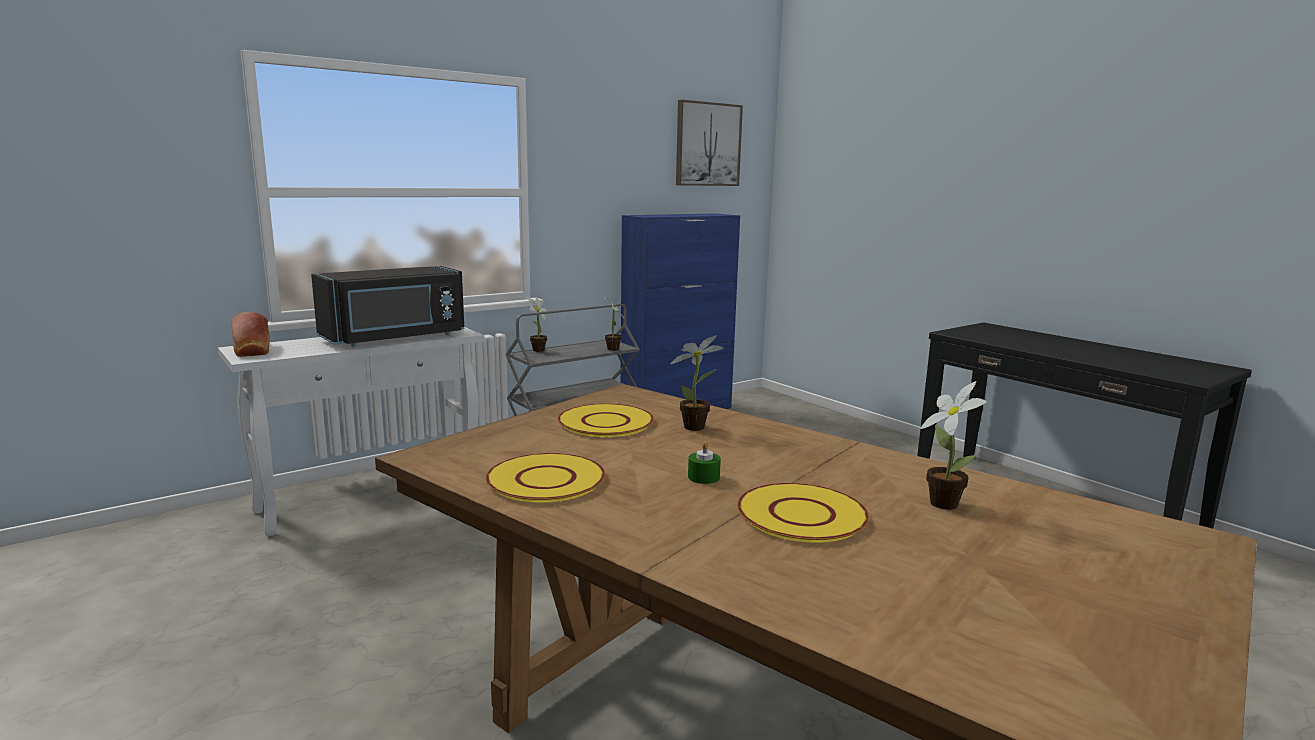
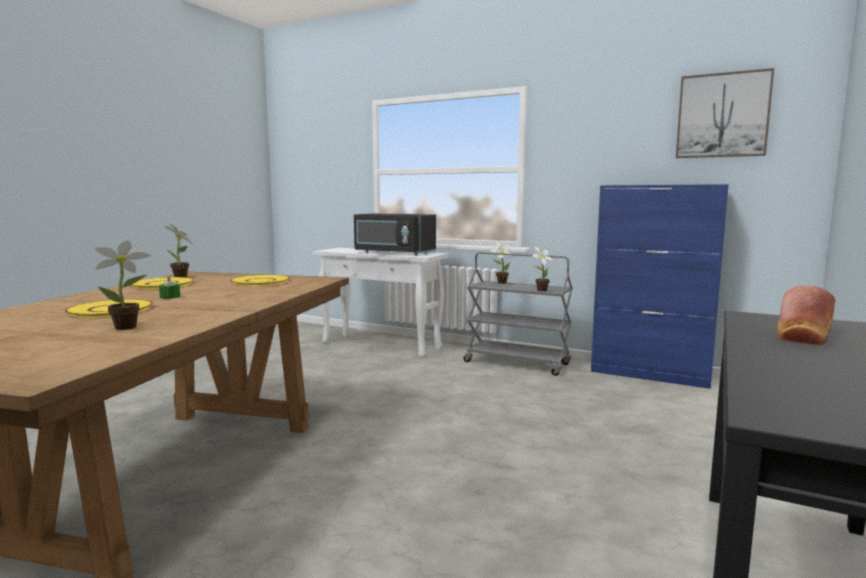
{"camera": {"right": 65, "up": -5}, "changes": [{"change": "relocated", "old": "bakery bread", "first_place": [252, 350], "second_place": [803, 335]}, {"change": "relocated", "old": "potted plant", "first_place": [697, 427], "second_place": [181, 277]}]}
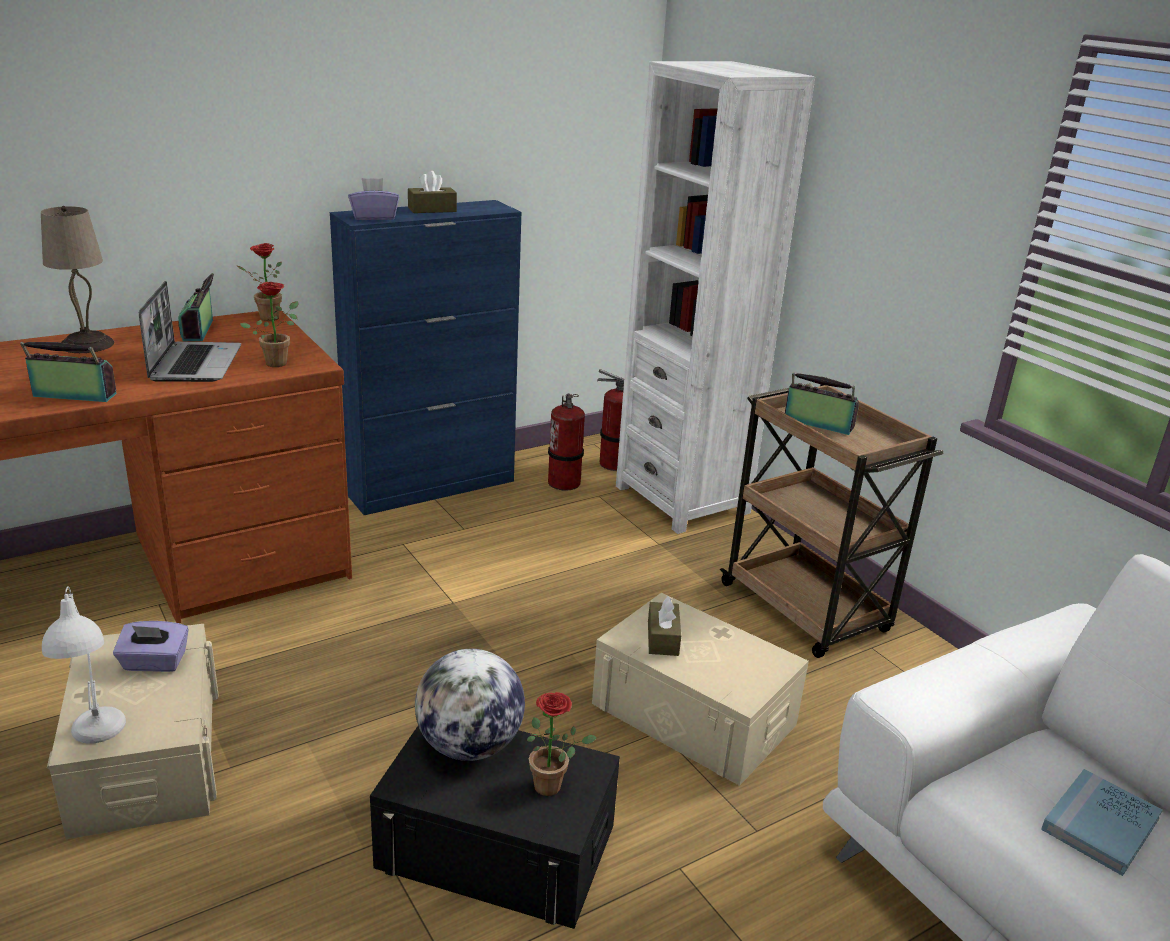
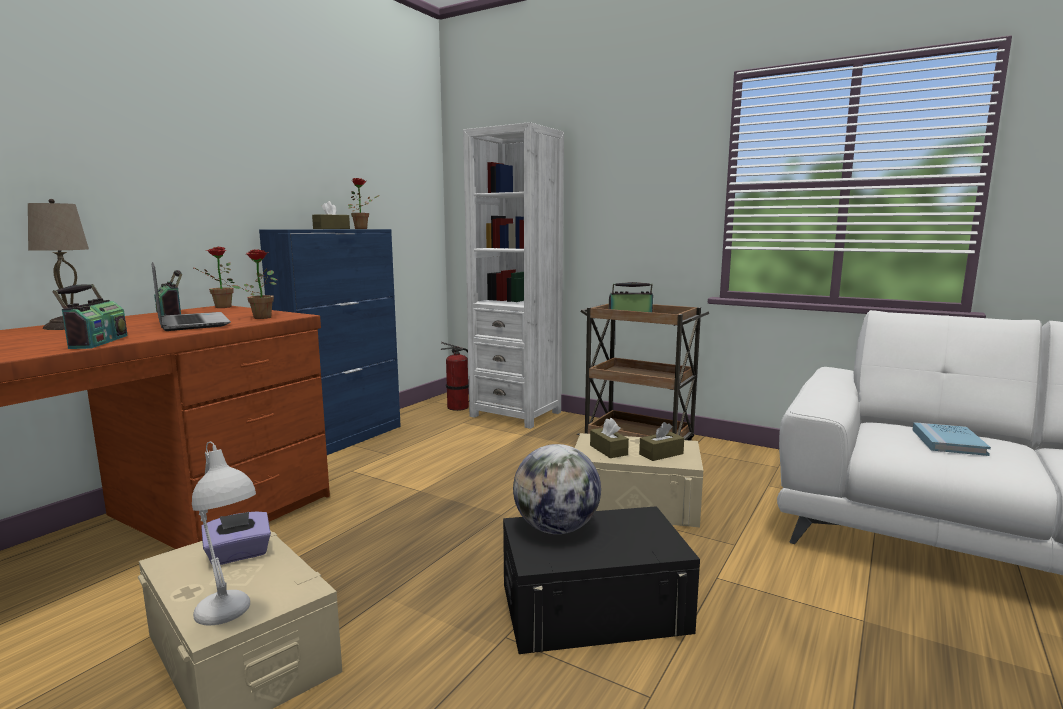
{"camera": {"right": -25, "up": -15}, "changes": [{"change": "missing", "old": "tissue box in purplish", "first_place": [373, 217]}, {"change": "spun", "old": "radio receiver", "first_place": [73, 396], "second_place": [97, 342], "degrees": 105}, {"change": "missing", "old": "fire-fighting cylinder", "first_place": [564, 482]}, {"change": "relocated", "old": "potted plant", "first_place": [553, 786], "second_place": [363, 228]}, {"change": "appeared", "new": "tissue box in brown-coloured", "second_place": [661, 454]}]}
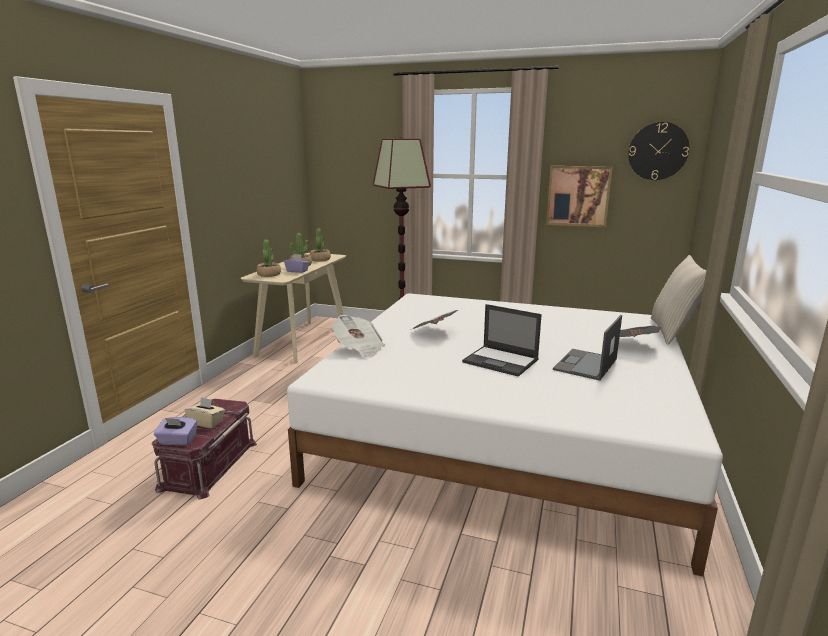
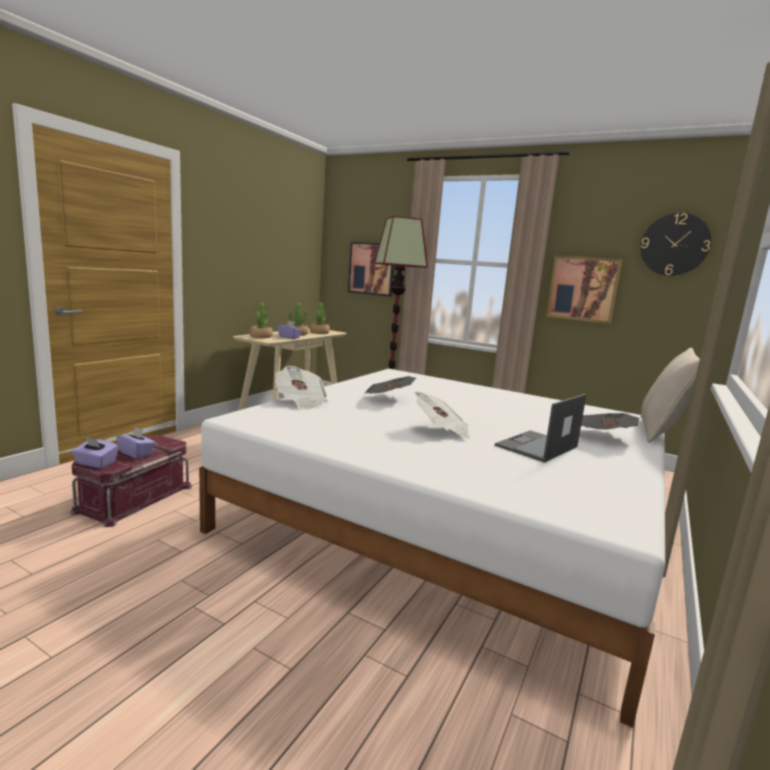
{"camera": {"right": 10, "up": -5}, "changes": [{"change": "exchanged", "old": "laptop", "new": "newspaper", "first_place": [501, 361], "second_place": [442, 430]}, {"change": "colour", "old": "tissue box in beige", "new": "tissue box in purplish", "first_place": [207, 423], "second_place": [136, 453]}, {"change": "appeared", "new": "wall art", "second_place": [372, 268]}]}
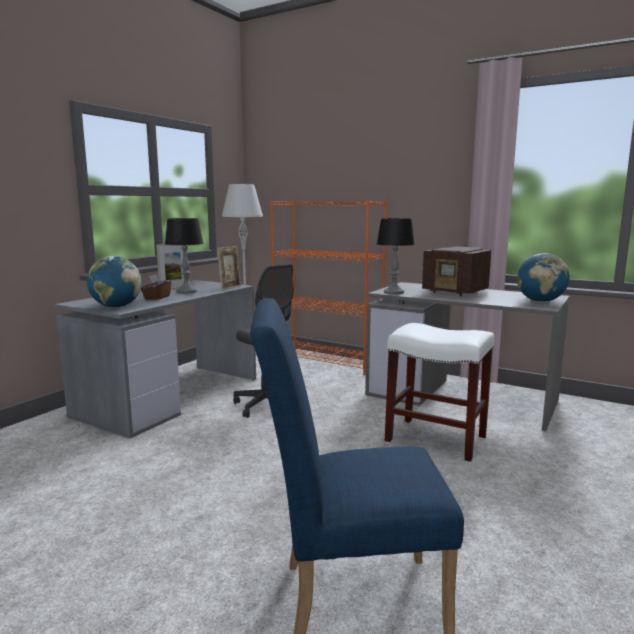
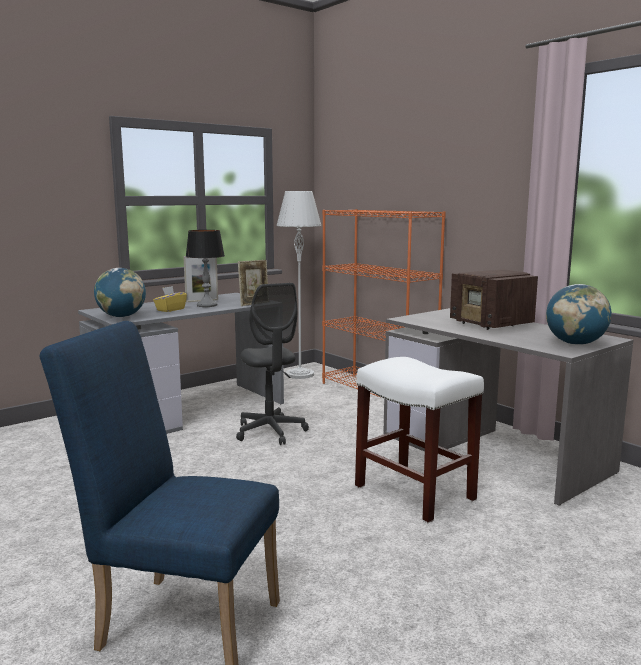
{"camera": {"right": 20, "up": 0}, "changes": [{"change": "missing", "old": "lamp for a table", "first_place": [394, 292]}, {"change": "colour", "old": "tissue box in brown-coloured", "new": "tissue box in yellowish", "first_place": [157, 297], "second_place": [170, 309]}]}
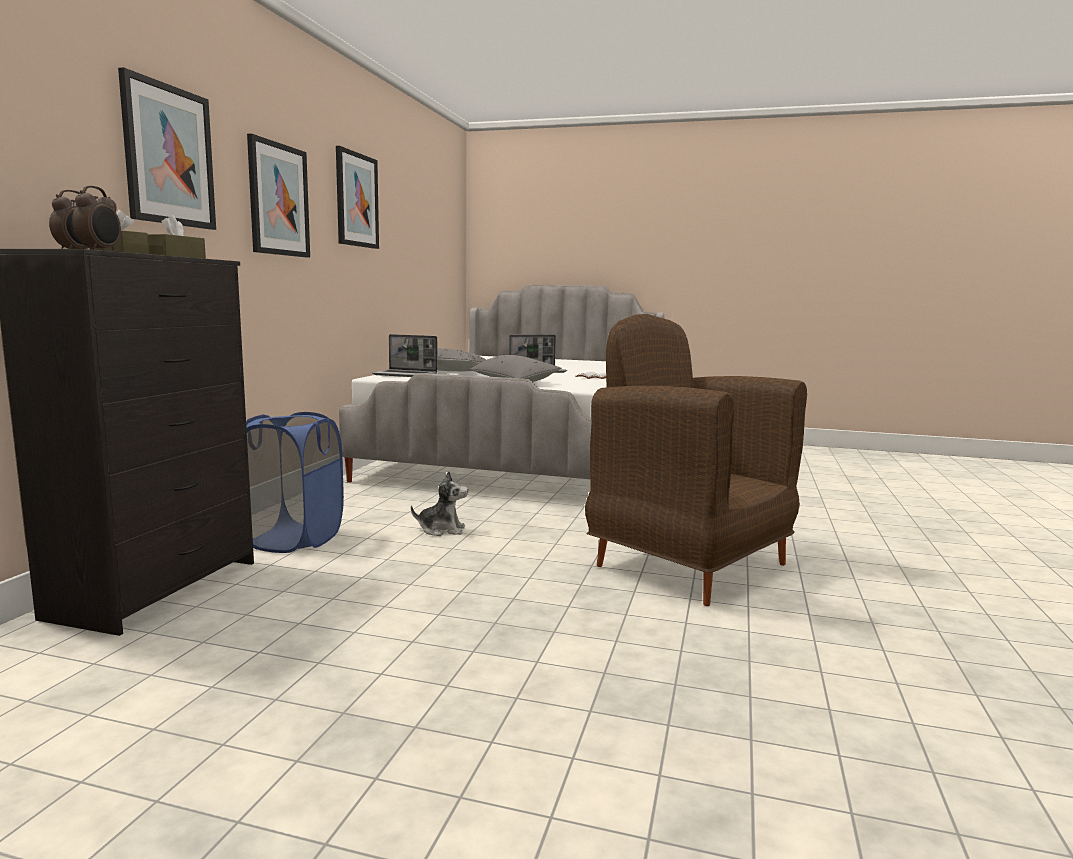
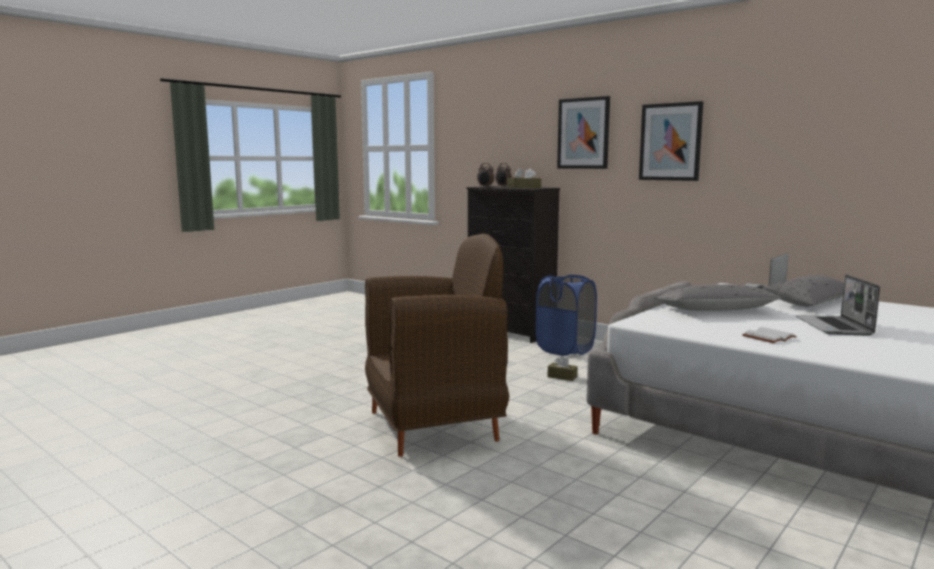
{"camera": {"right": 115, "up": 0}, "changes": [{"change": "missing", "old": "wall art", "first_place": [356, 200]}, {"change": "exchanged", "old": "soft toy", "new": "tissue box in brown-coloured", "first_place": [442, 530], "second_place": [562, 377]}]}
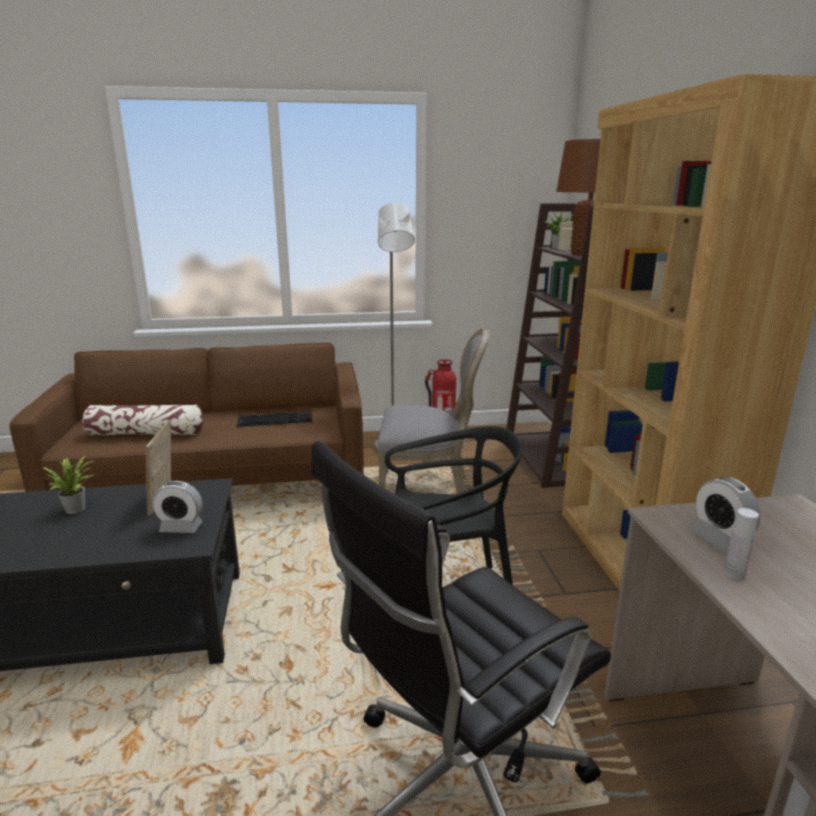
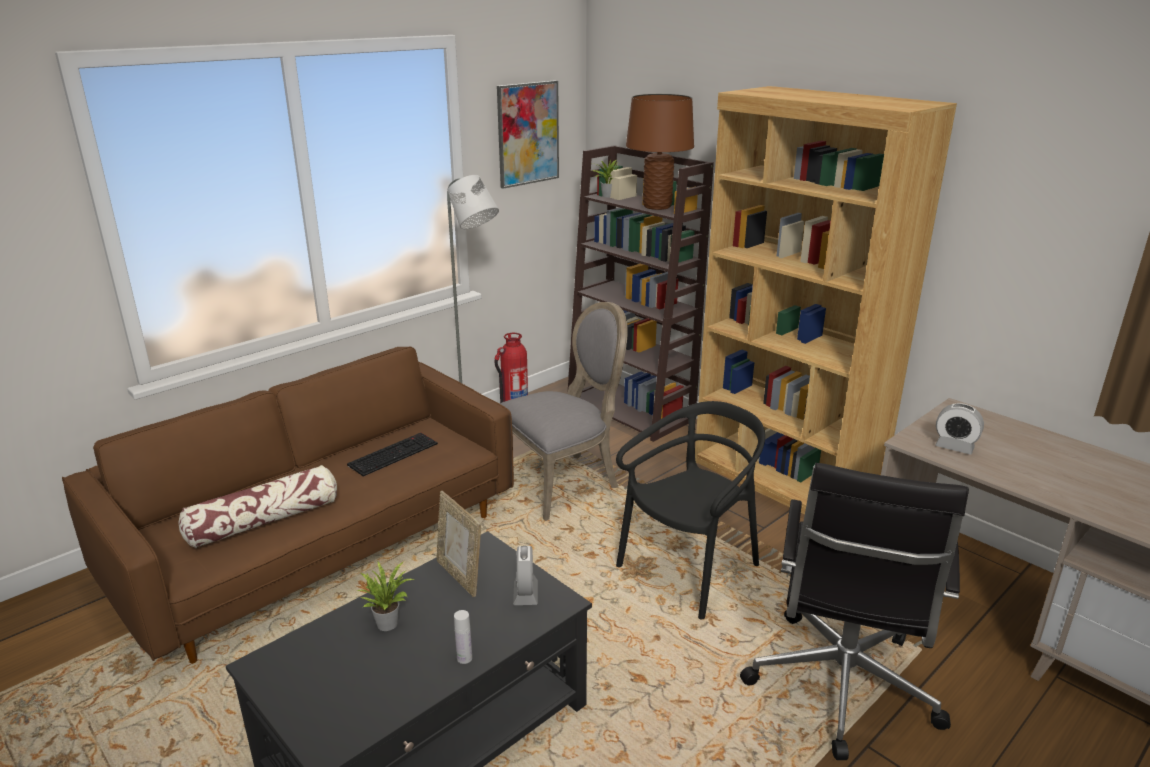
{"camera": {"right": -35, "up": 5}, "changes": [{"change": "spun", "old": "alarm clock", "first_place": [181, 528], "second_place": [525, 593], "degrees": 120}, {"change": "relocated", "old": "drink bottle in whitish", "first_place": [734, 573], "second_place": [464, 658]}, {"change": "appeared", "new": "wall art", "second_place": [528, 134]}]}
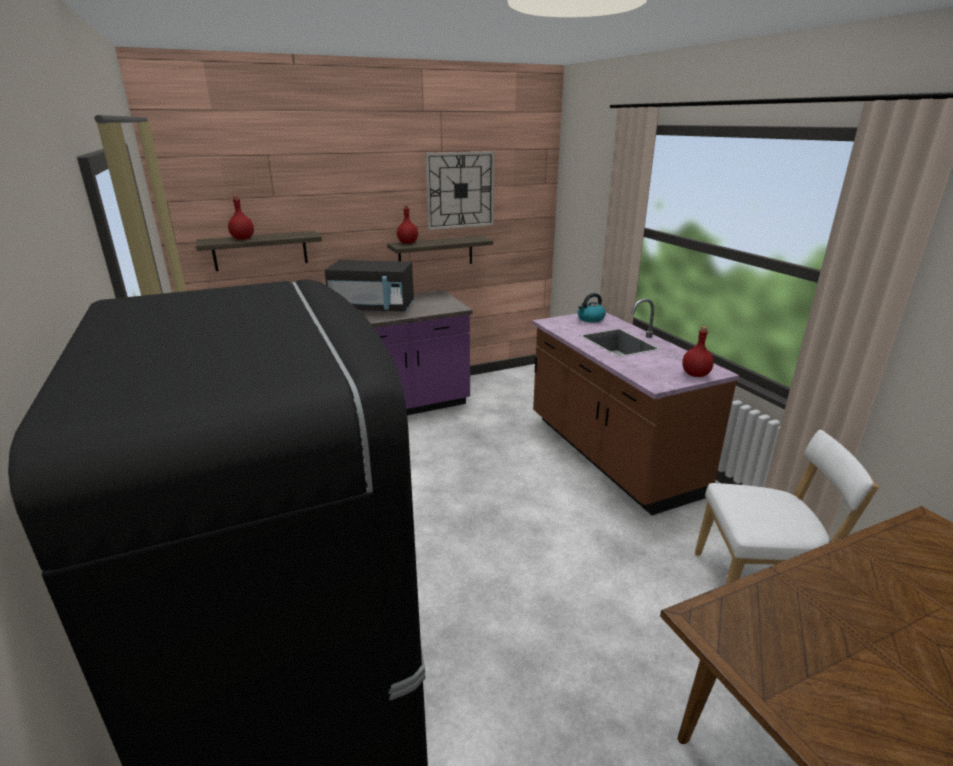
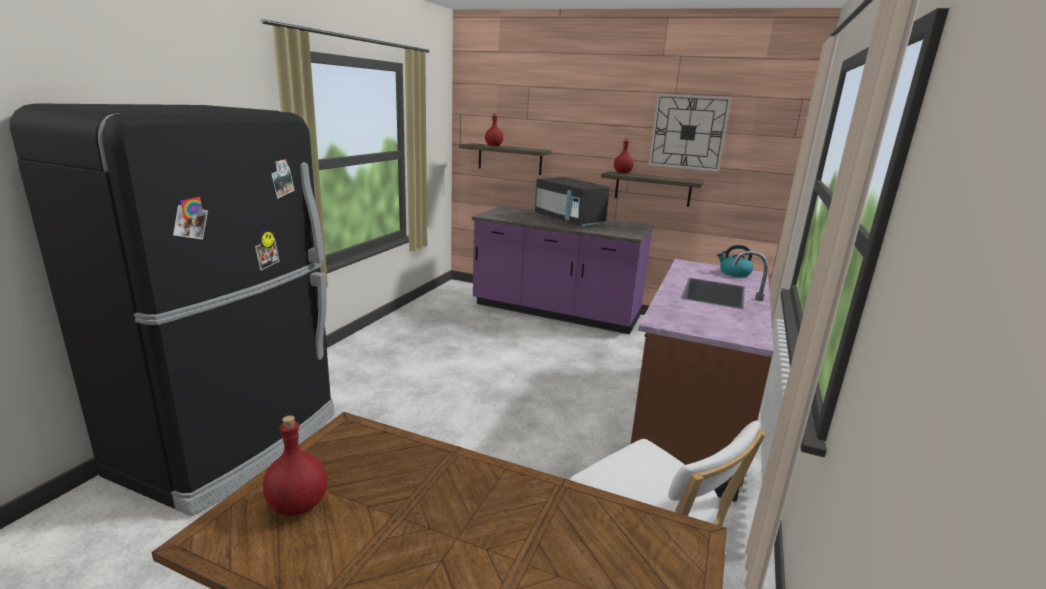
{"camera": {"right": 45, "up": -5}, "changes": [{"change": "relocated", "old": "drink bottle in red-coloured", "first_place": [696, 375], "second_place": [298, 506]}]}
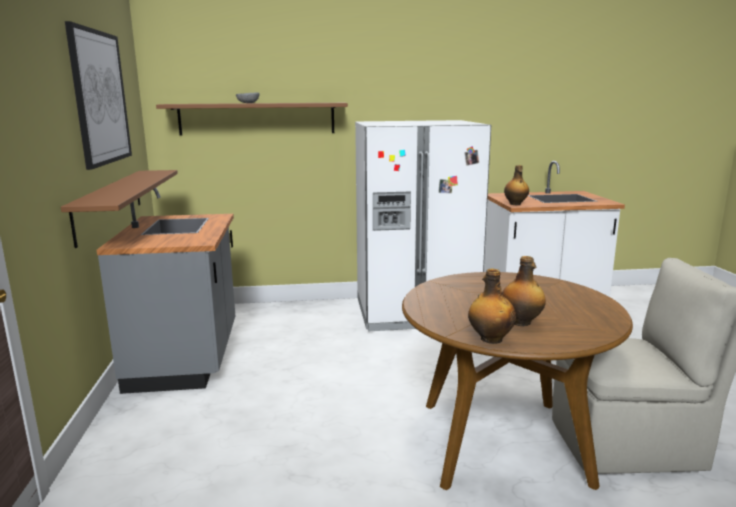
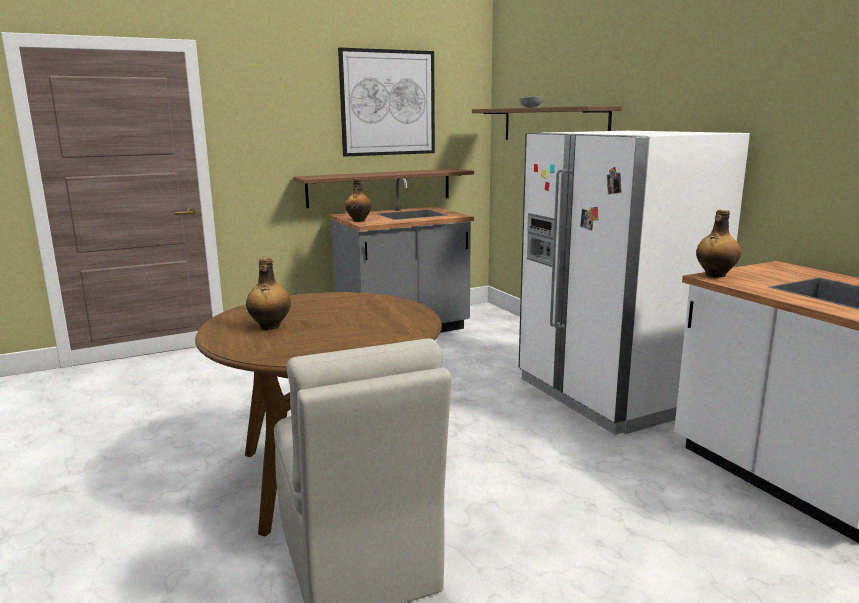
{"camera": {"right": 70, "up": 0}, "changes": [{"change": "relocated", "old": "drink bottle", "first_place": [490, 339], "second_place": [359, 220]}]}
